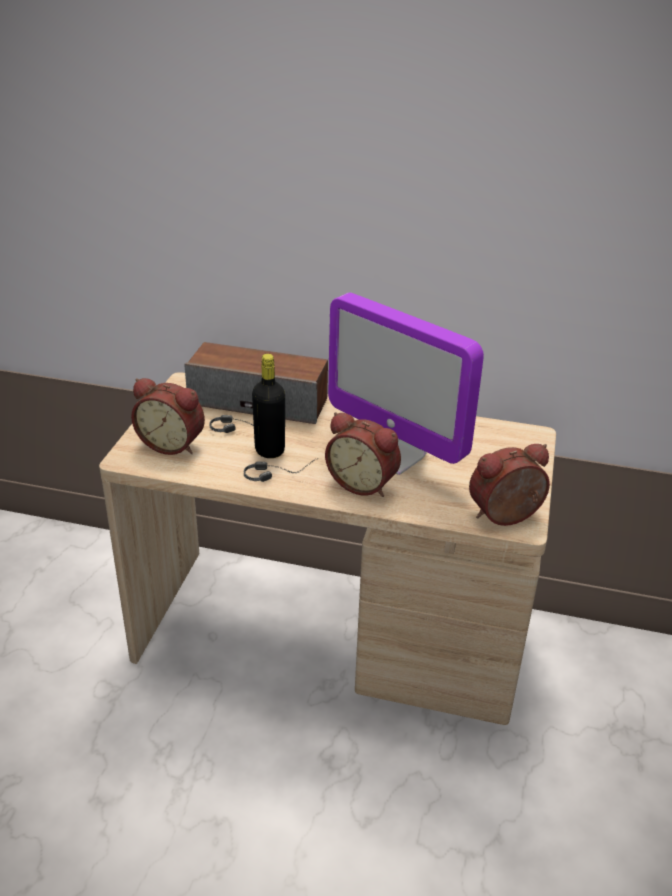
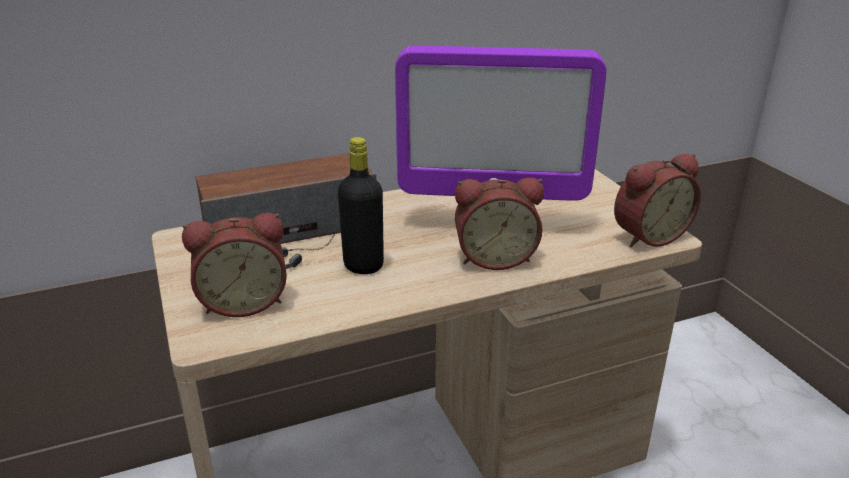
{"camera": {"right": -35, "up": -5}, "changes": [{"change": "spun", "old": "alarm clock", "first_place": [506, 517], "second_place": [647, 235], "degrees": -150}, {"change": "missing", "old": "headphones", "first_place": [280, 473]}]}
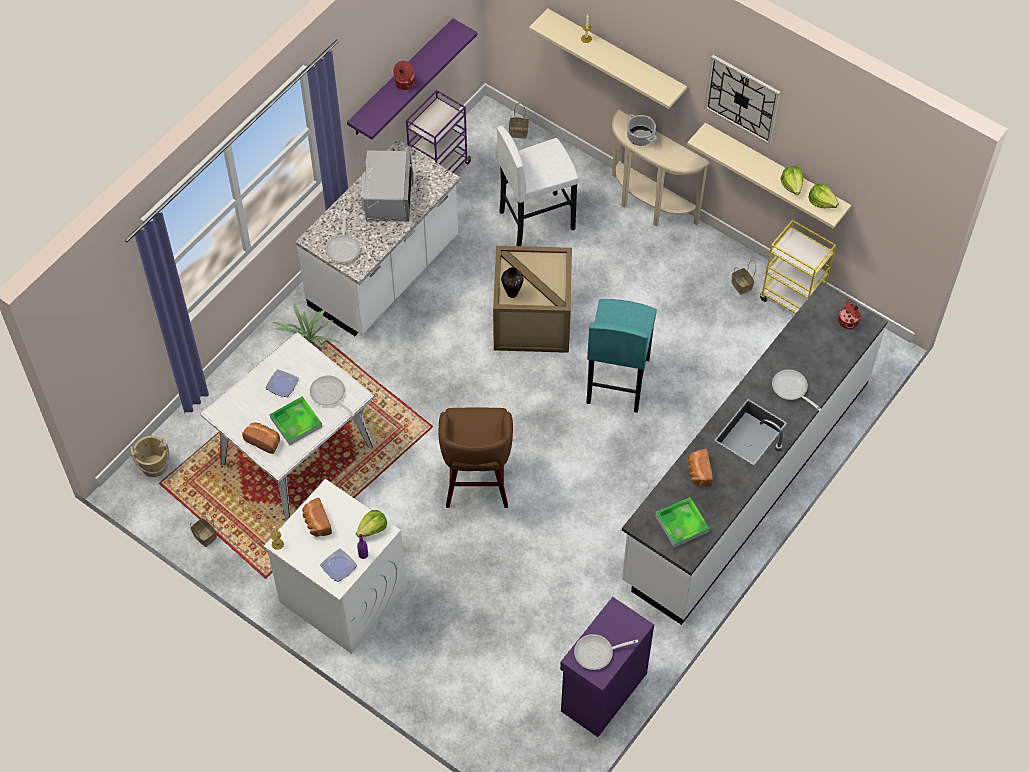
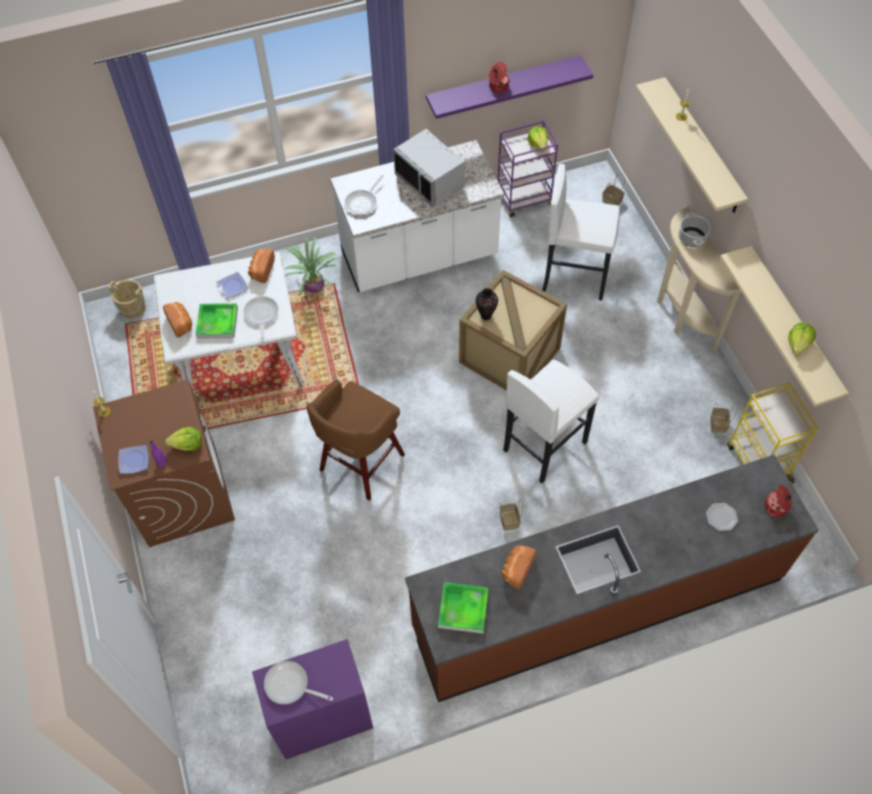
{"camera": {"right": 35, "up": 0}, "changes": [{"change": "missing", "old": "wall clock", "first_place": [742, 99]}, {"change": "spun", "old": "microwave oven in greyish", "first_place": [387, 198], "second_place": [430, 181], "degrees": 105}, {"change": "relocated", "old": "lettuce", "first_place": [821, 202], "second_place": [538, 144]}, {"change": "colour", "old": "counter in whitish", "new": "counter in brown-coloured", "first_place": [746, 480], "second_place": [597, 603]}, {"change": "colour", "old": "stool seat in turquoise-coloured", "new": "stool seat in whitish", "first_place": [617, 381], "second_place": [544, 446]}, {"change": "missing", "old": "pan", "first_place": [791, 389]}, {"change": "colour", "old": "laundry appliance in whitish", "new": "laundry appliance in brown-coloured", "first_place": [342, 595], "second_place": [182, 494]}, {"change": "relocated", "old": "bakery bread", "first_place": [316, 523], "second_place": [261, 270]}, {"change": "relocated", "old": "household basket", "first_place": [206, 536], "second_place": [510, 521]}, {"change": "appeared", "new": "flat dish", "second_place": [721, 517]}]}
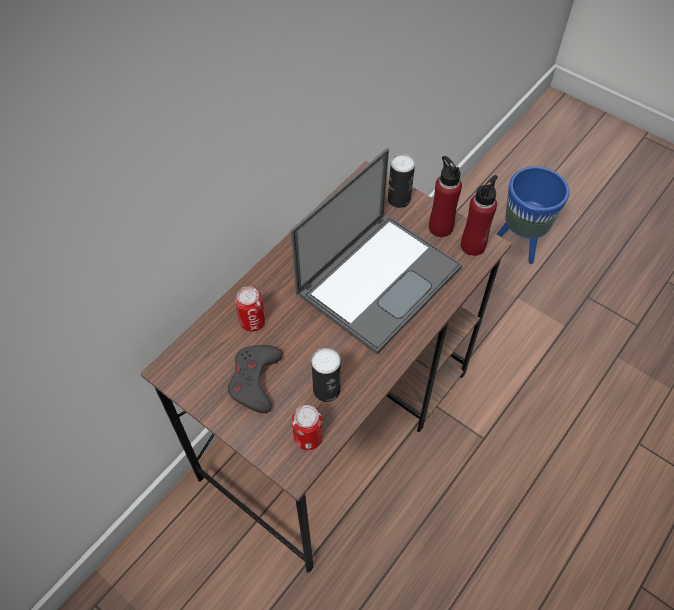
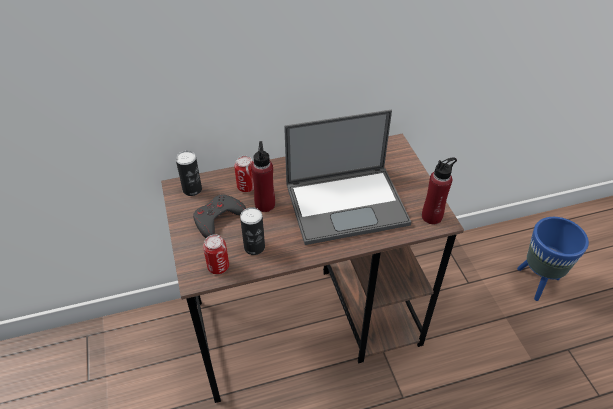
{"camera": {"right": 35, "up": -10}, "changes": [{"change": "relocated", "old": "sealed can", "first_place": [399, 199], "second_place": [192, 189]}, {"change": "relocated", "old": "drink bottle in red-coloured", "first_place": [440, 227], "second_place": [265, 204]}]}
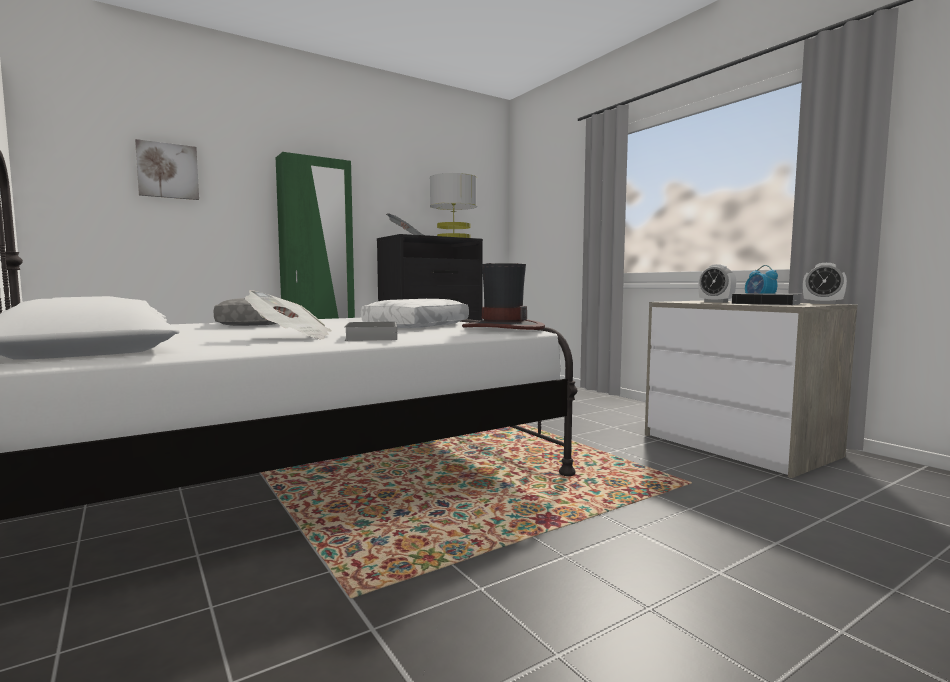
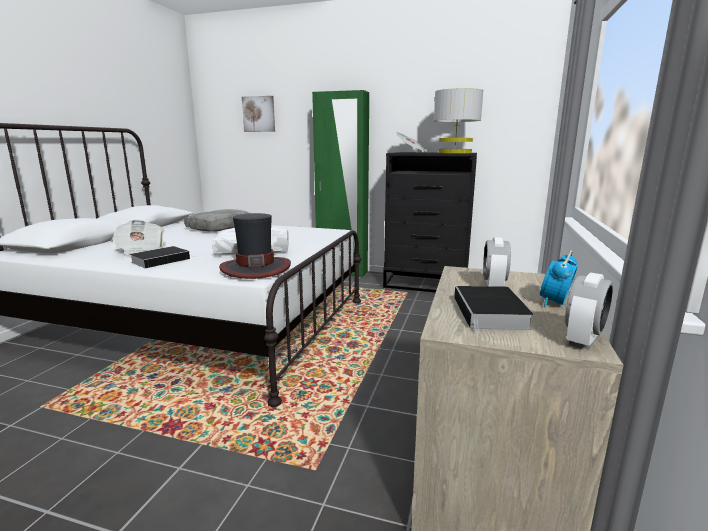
{"camera": {"right": 50, "up": 10}, "changes": [{"change": "spun", "old": "alarm clock", "first_place": [823, 303], "second_place": [583, 340], "degrees": -135}]}
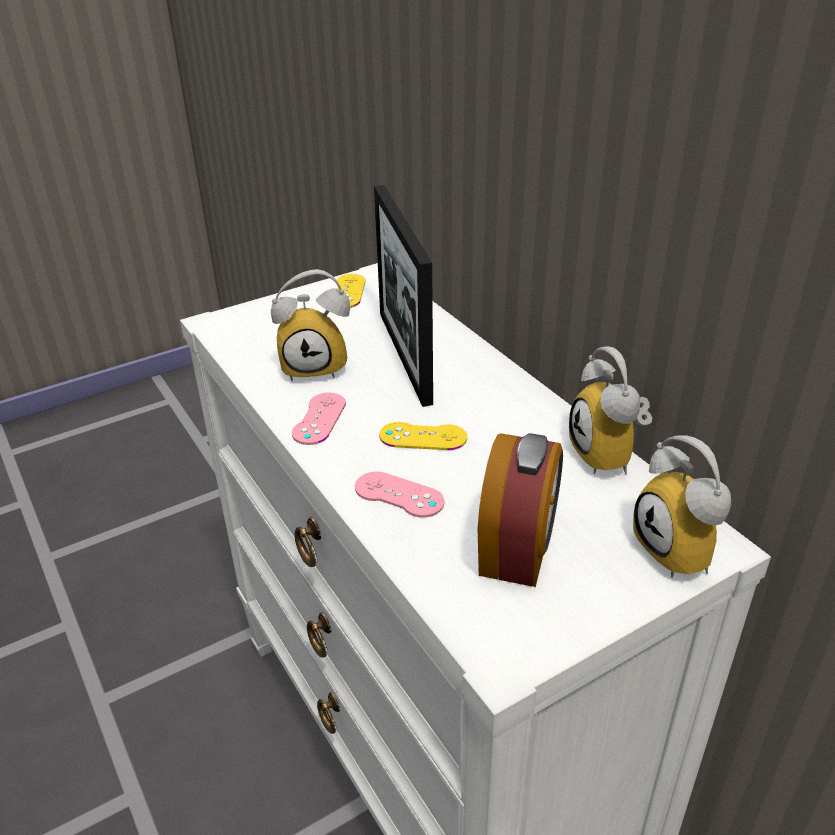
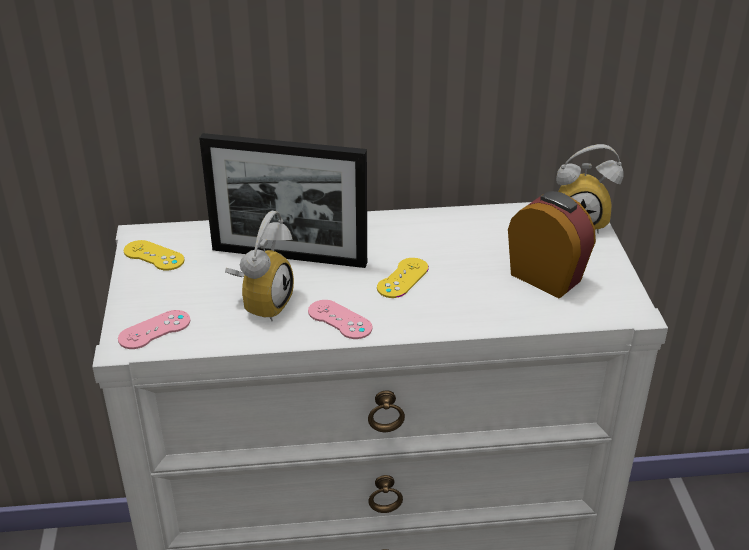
{"camera": {"right": -65, "up": 0}, "changes": [{"change": "missing", "old": "alarm clock", "first_place": [611, 456]}, {"change": "relocated", "old": "game controller in pink", "first_place": [399, 495], "second_place": [154, 330]}]}
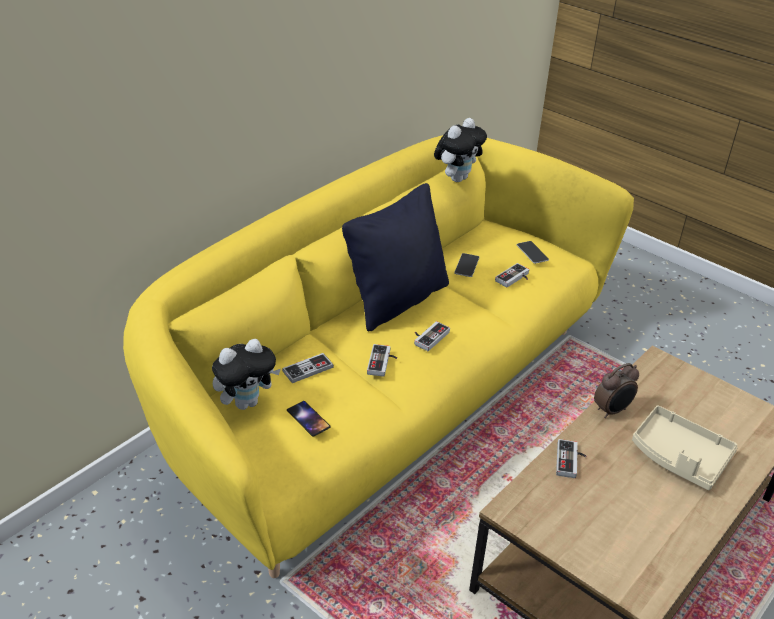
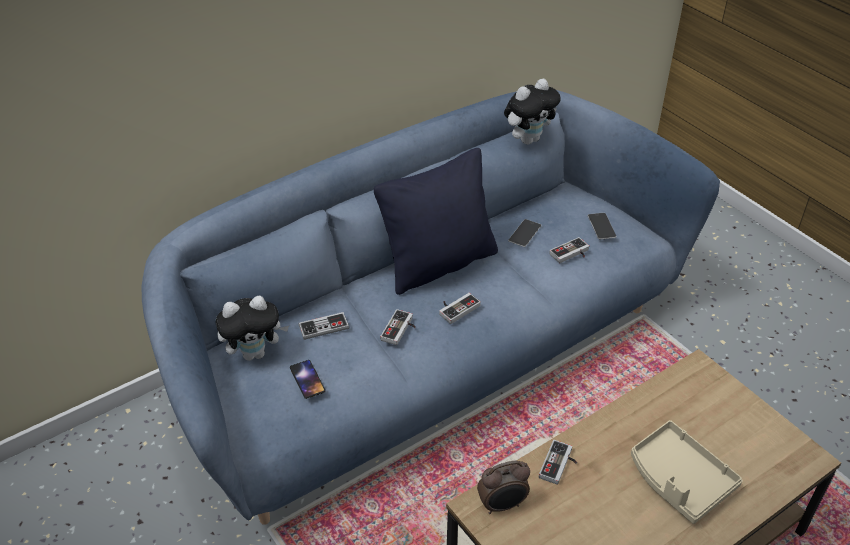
{"camera": {"right": 15, "up": 5}, "changes": [{"change": "colour", "old": "settee in yellowish", "new": "settee in bluish", "first_place": [384, 400], "second_place": [426, 359]}, {"change": "relocated", "old": "alarm clock", "first_place": [612, 411], "second_place": [502, 505]}]}
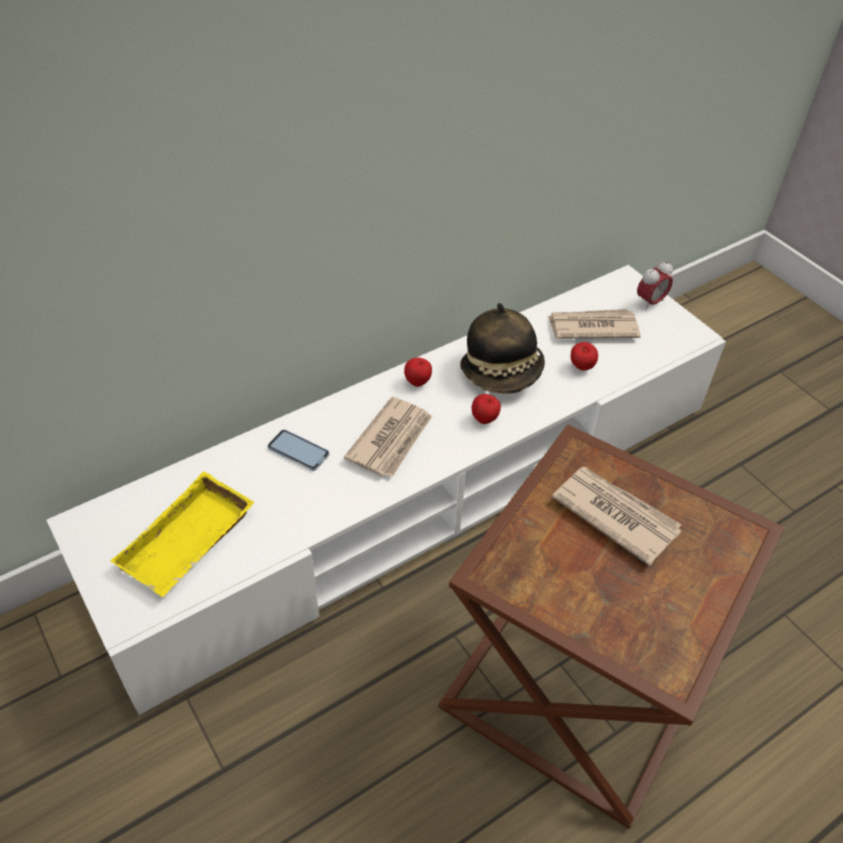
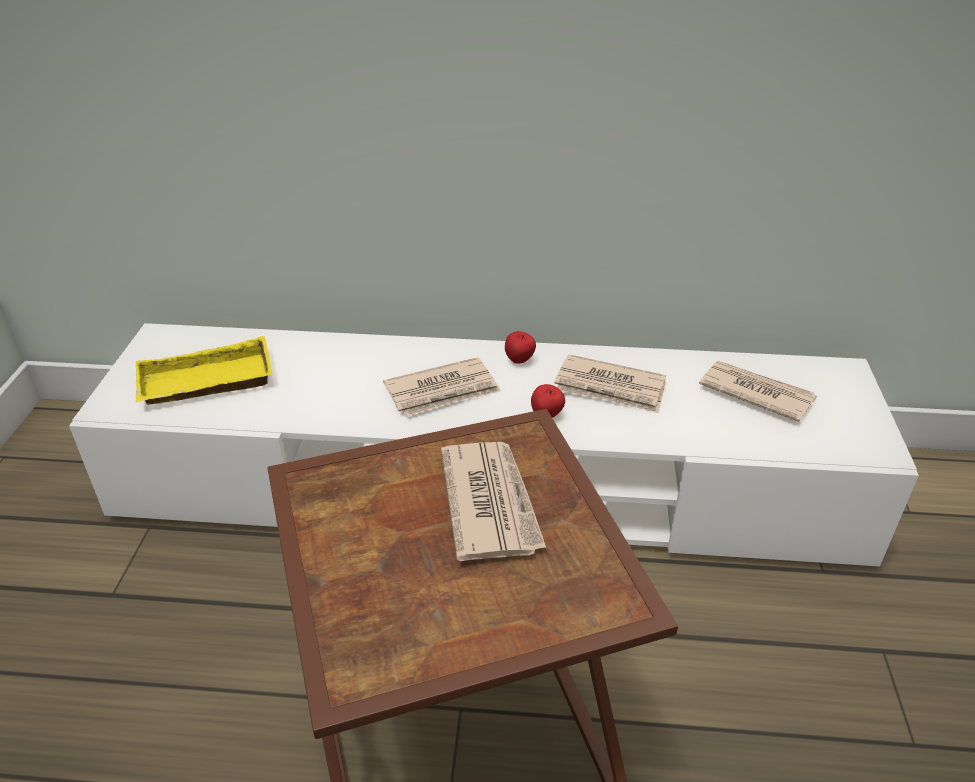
{"camera": {"right": 40, "up": -10}, "changes": [{"change": "missing", "old": "alarm clock", "first_place": [650, 302]}, {"change": "exchanged", "old": "hat", "new": "newspaper", "first_place": [502, 372], "second_place": [610, 388]}, {"change": "missing", "old": "whole apple", "first_place": [581, 367]}, {"change": "missing", "old": "handset", "first_place": [298, 451]}]}
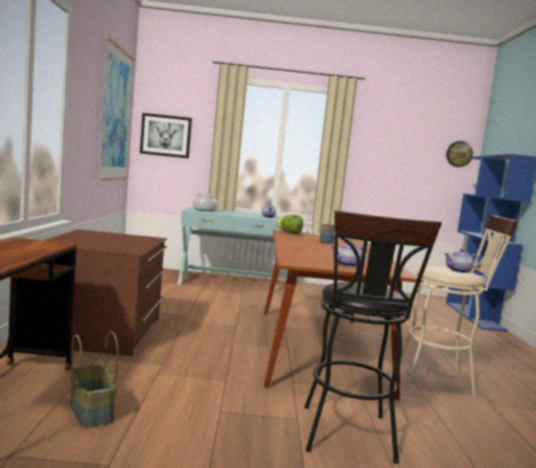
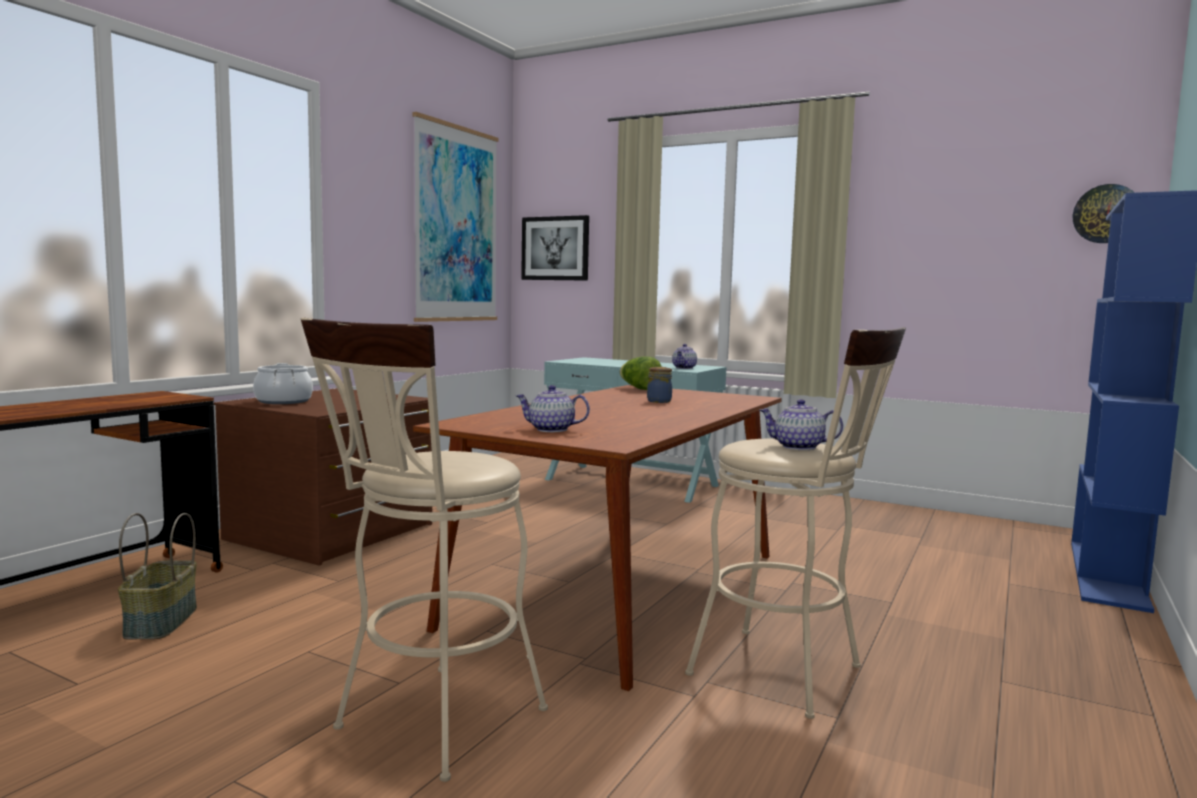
{"camera": {"right": 30, "up": 0}, "changes": [{"change": "relocated", "old": "stockpot", "first_place": [204, 210], "second_place": [284, 401]}, {"change": "colour", "old": "stool seat in blackish", "new": "stool seat in beige", "first_place": [348, 438], "second_place": [430, 726]}]}
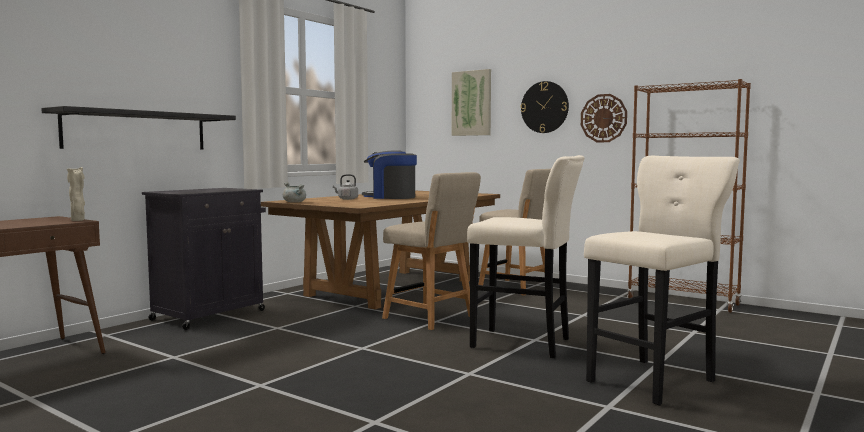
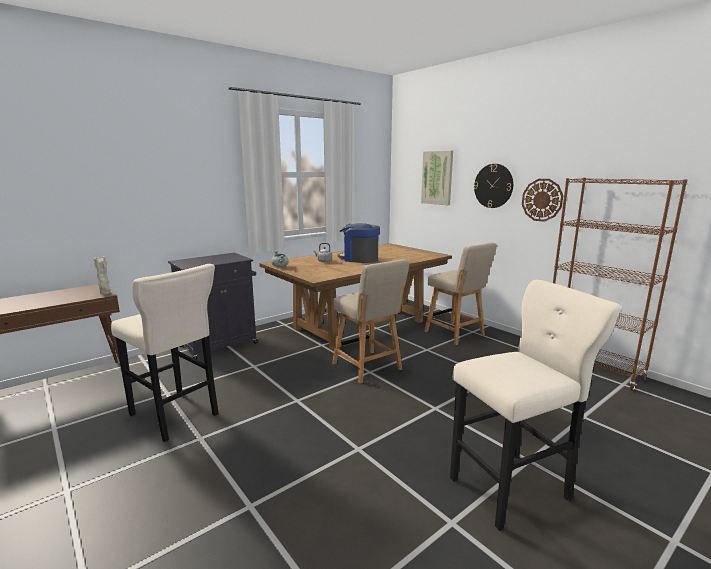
{"camera": {"right": 15, "up": 10}, "changes": [{"change": "missing", "old": "bracket shelf in blackish", "first_place": [137, 131]}, {"change": "relocated", "old": "stool seat in beige", "first_place": [526, 344], "second_place": [176, 416]}]}
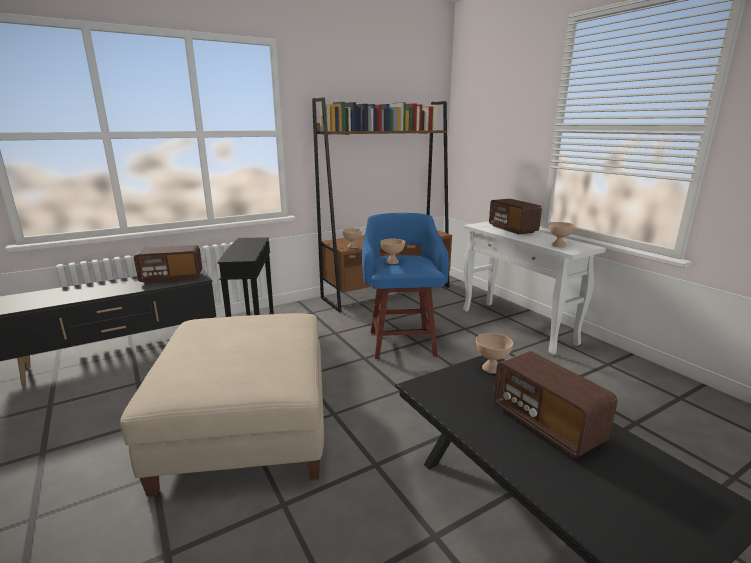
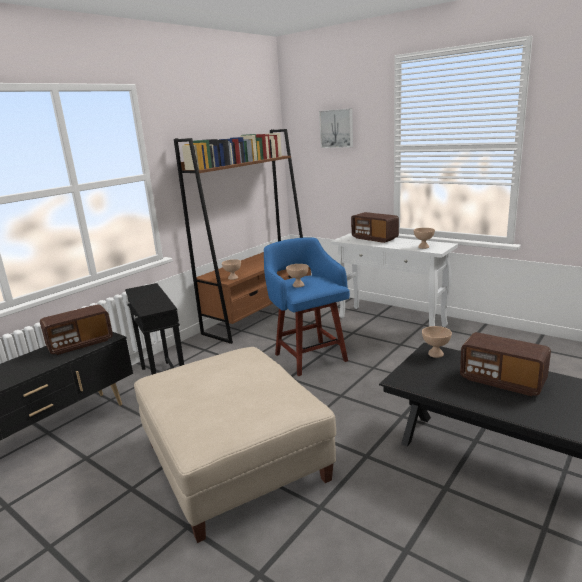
{"camera": {"right": -20, "up": 0}, "changes": [{"change": "appeared", "new": "wall art", "second_place": [337, 128]}]}
